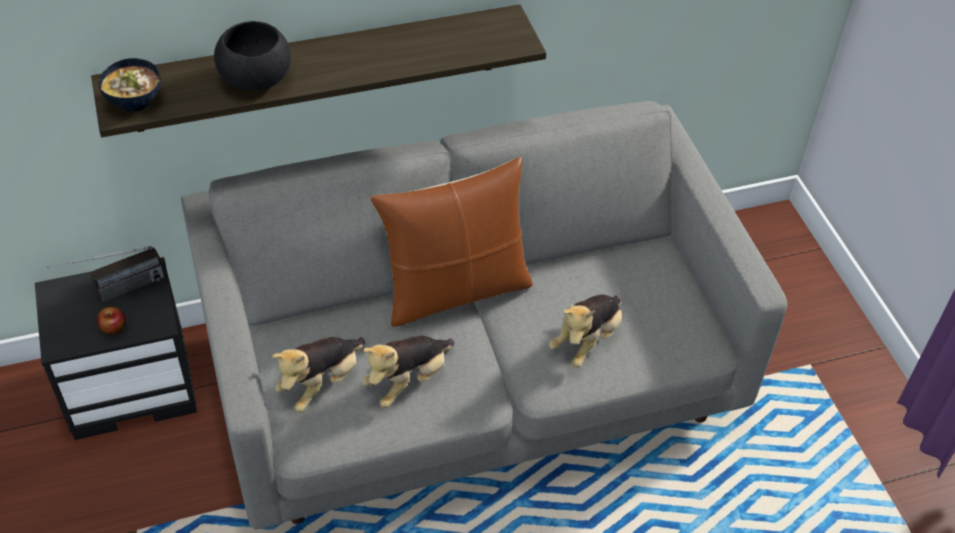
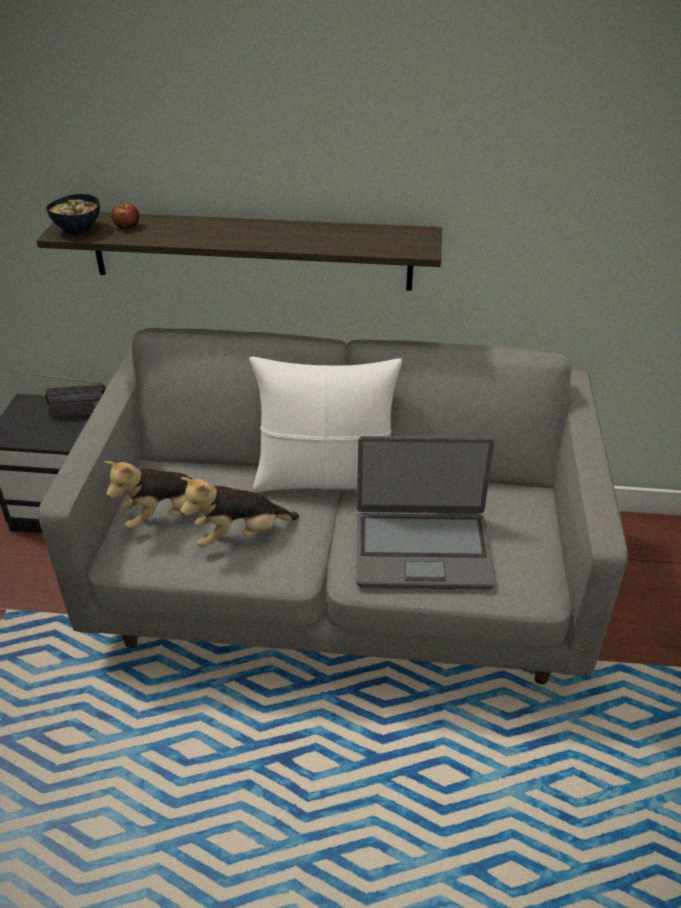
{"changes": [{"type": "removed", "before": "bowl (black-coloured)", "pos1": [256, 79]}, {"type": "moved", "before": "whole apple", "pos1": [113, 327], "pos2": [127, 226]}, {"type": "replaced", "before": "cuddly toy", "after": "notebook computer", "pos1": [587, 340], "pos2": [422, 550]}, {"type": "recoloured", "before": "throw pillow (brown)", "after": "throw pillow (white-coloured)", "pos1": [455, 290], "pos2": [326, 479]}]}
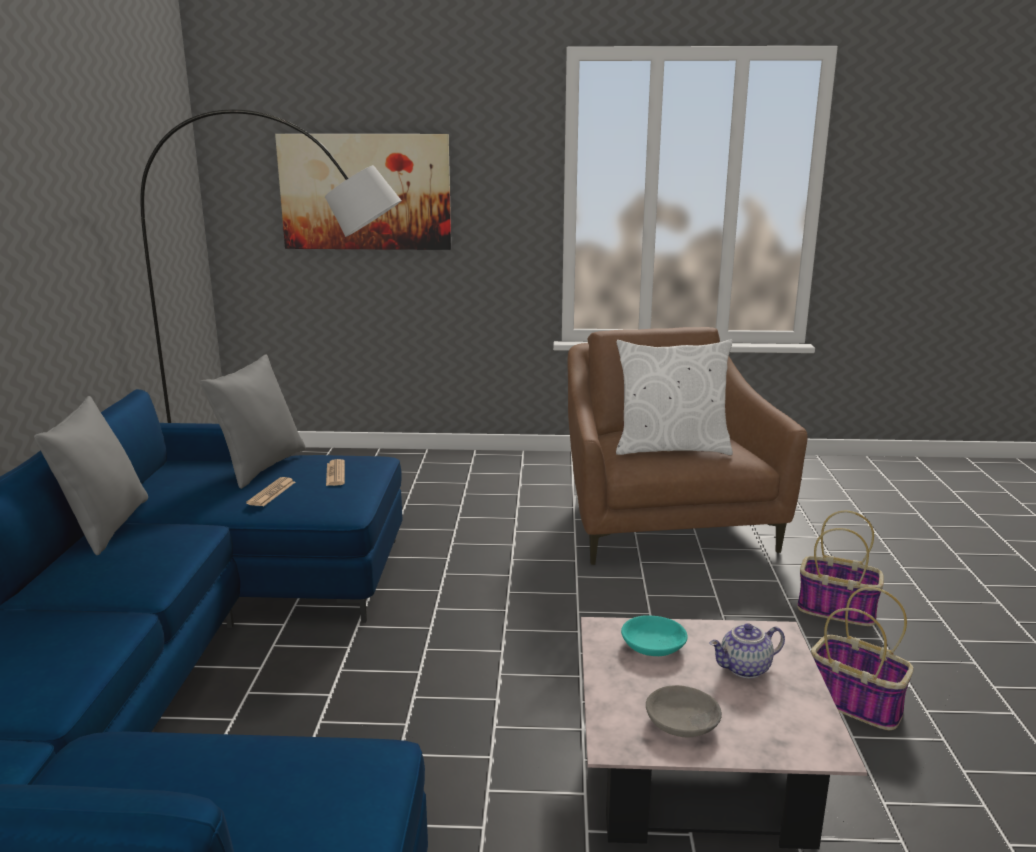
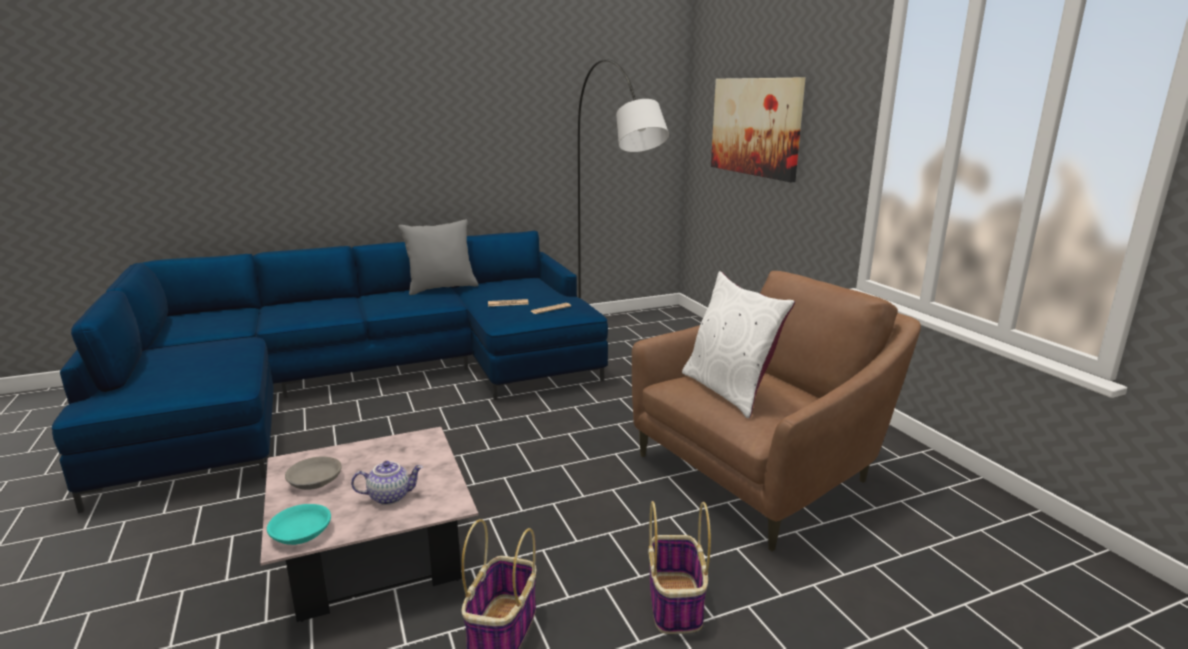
{"changes": [{"type": "removed", "before": "throw pillow (gray)", "pos1": [261, 466]}, {"type": "moved", "before": "bowl (turquoise-coloured)", "pos1": [654, 645], "pos2": [300, 533]}, {"type": "turned", "before": "tea pot", "pos1": [745, 669], "pos2": [390, 496], "turn": 120}]}
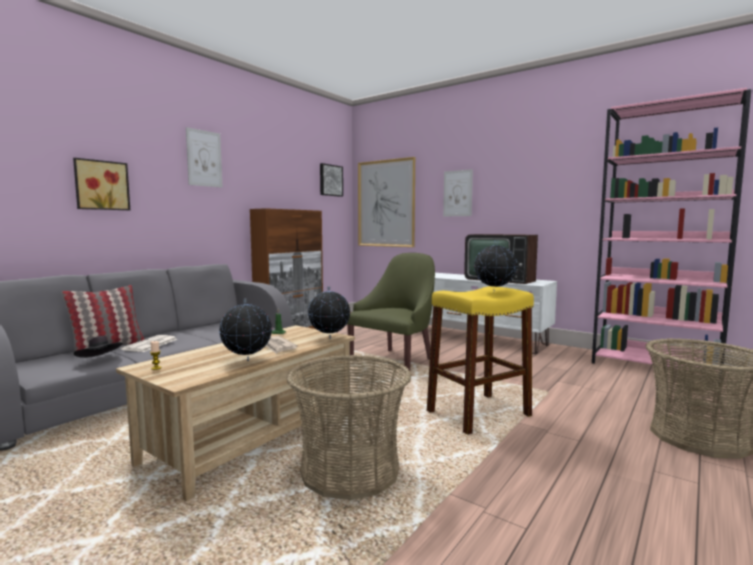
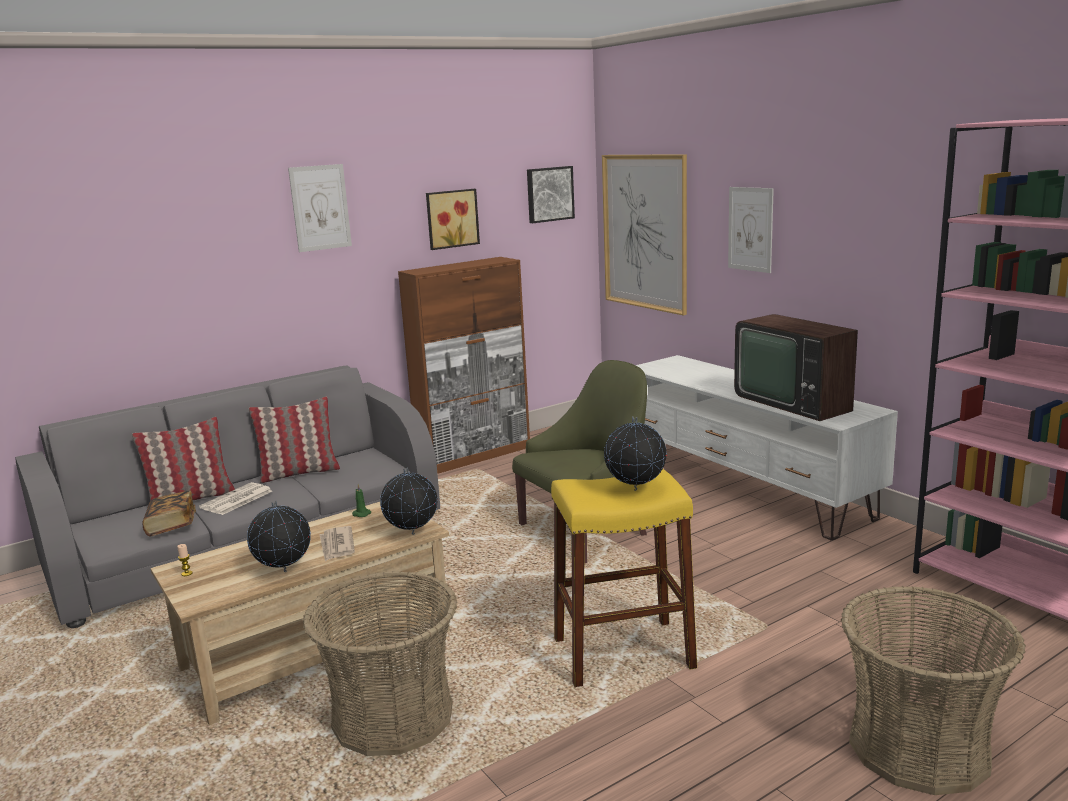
{"changes": [{"type": "added", "after": "throw pillow", "pos2": [299, 473]}, {"type": "moved", "before": "wall picture", "pos1": [101, 185], "pos2": [451, 218]}, {"type": "replaced", "before": "hat (black-coloured)", "after": "bound book", "pos1": [100, 360], "pos2": [171, 525]}]}
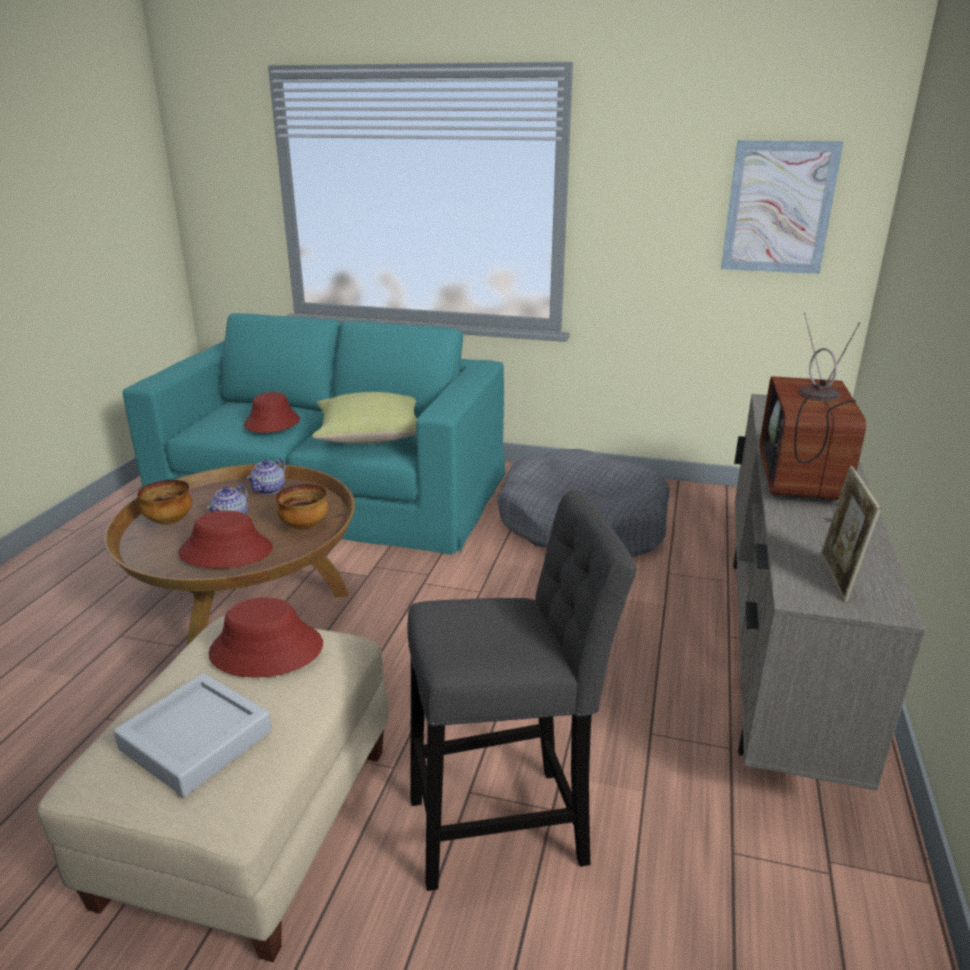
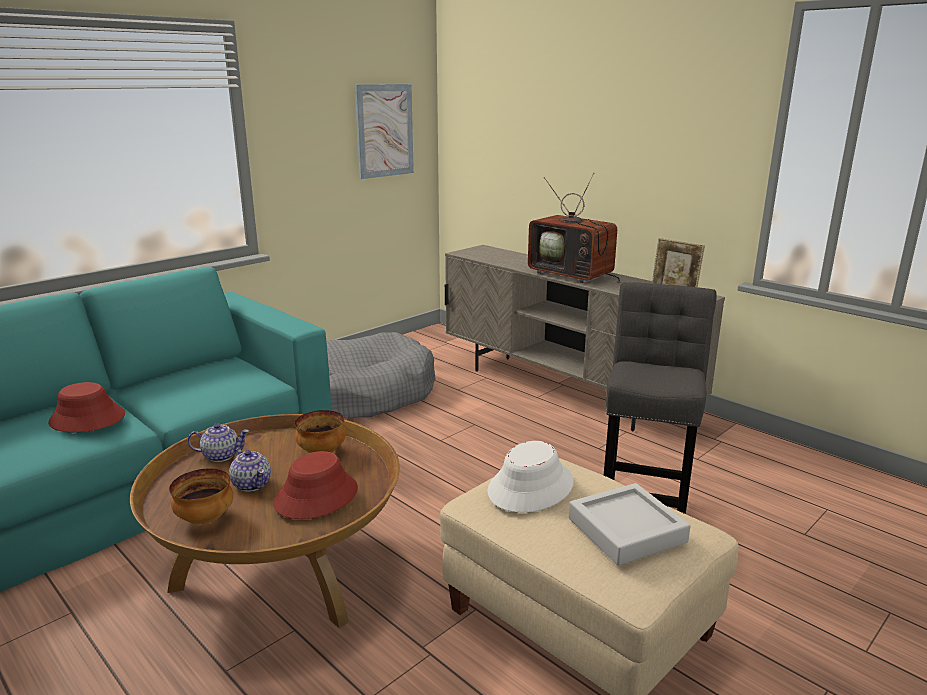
{"changes": [{"type": "removed", "before": "throw pillow (yellow)", "pos1": [371, 436]}, {"type": "recoloured", "before": "hat (reddish)", "after": "hat (white-coloured)", "pos1": [266, 650], "pos2": [531, 487]}, {"type": "turned", "before": "tea pot", "pos1": [269, 489], "pos2": [220, 455], "turn": -60}]}
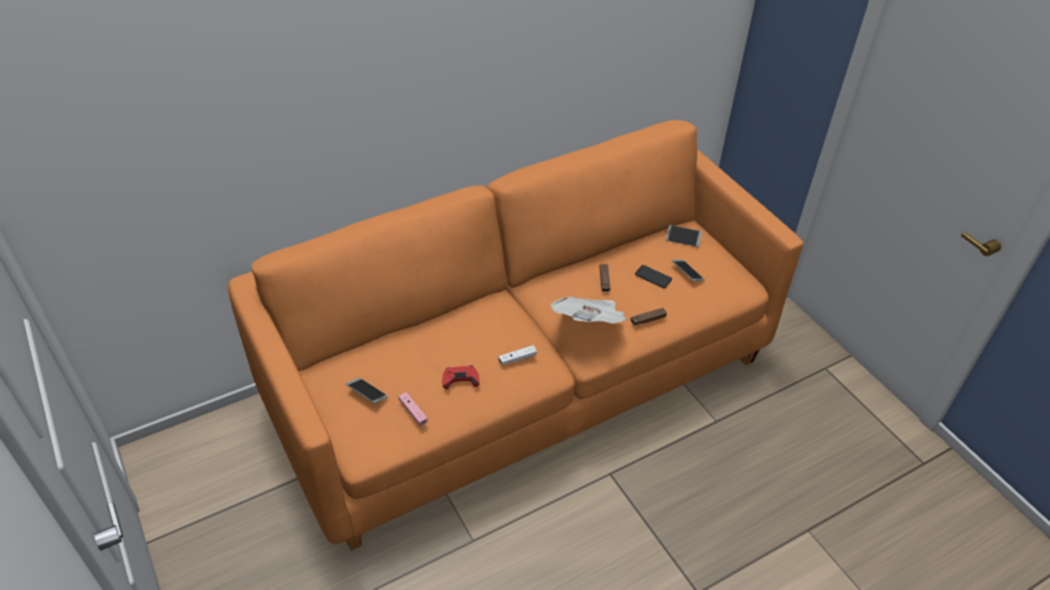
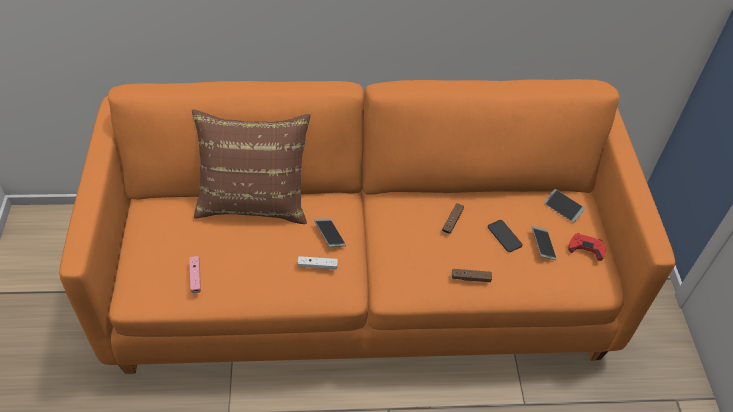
{"changes": [{"type": "removed", "before": "newspaper", "pos1": [589, 323]}, {"type": "added", "after": "throw pillow (brown)", "pos2": [254, 199]}, {"type": "moved", "before": "handset", "pos1": [367, 393], "pos2": [329, 235]}, {"type": "moved", "before": "game controller (reddish)", "pos1": [460, 379], "pos2": [586, 248]}]}
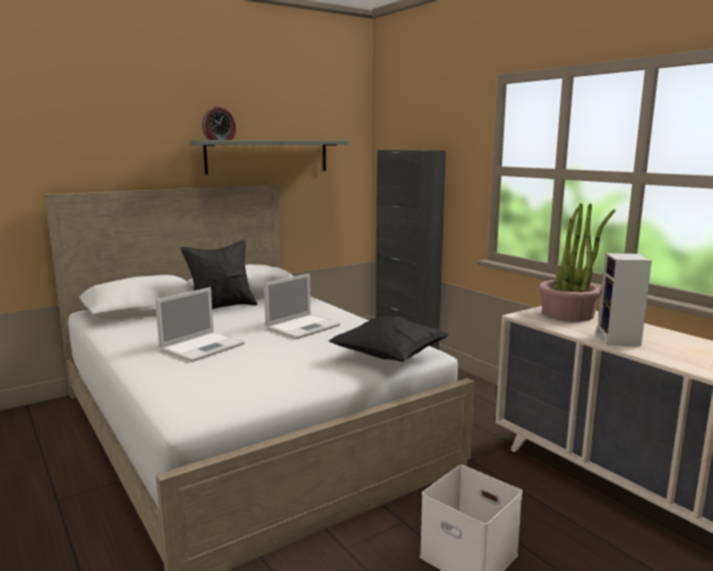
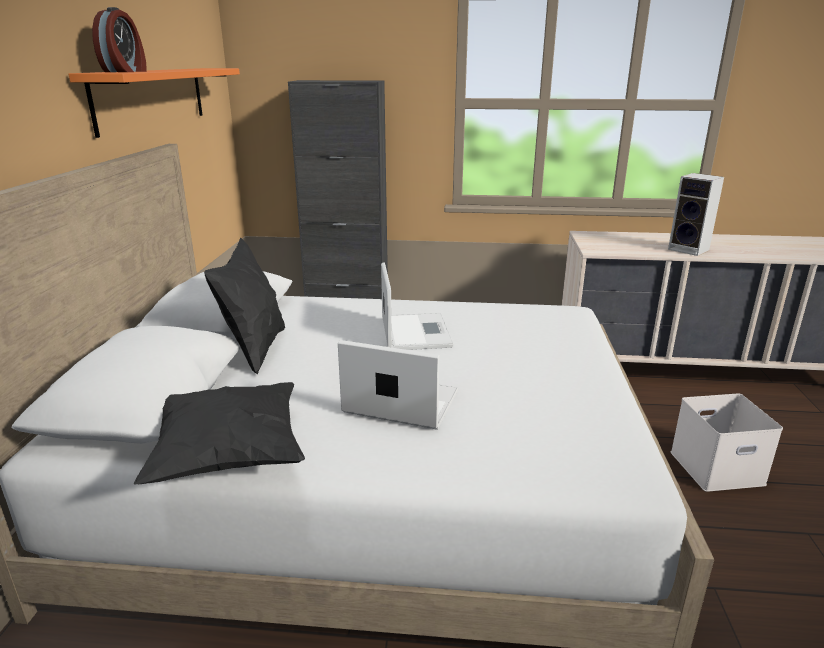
{"changes": [{"type": "removed", "before": "plant in a pot", "pos1": [568, 314]}, {"type": "moved", "before": "throw pillow (black-coloured)", "pos1": [389, 357], "pos2": [228, 456]}, {"type": "recoloured", "before": "wall shelf (gray)", "after": "wall shelf (orange)", "pos1": [268, 156], "pos2": [152, 98]}, {"type": "turned", "before": "notebook computer", "pos1": [203, 347], "pos2": [399, 402], "turn": -60}]}
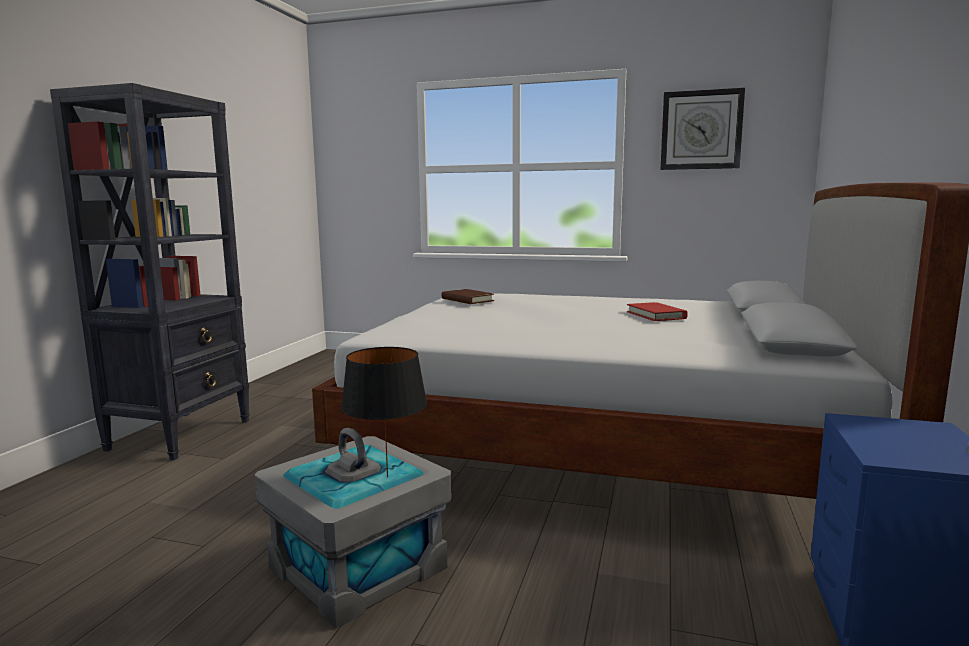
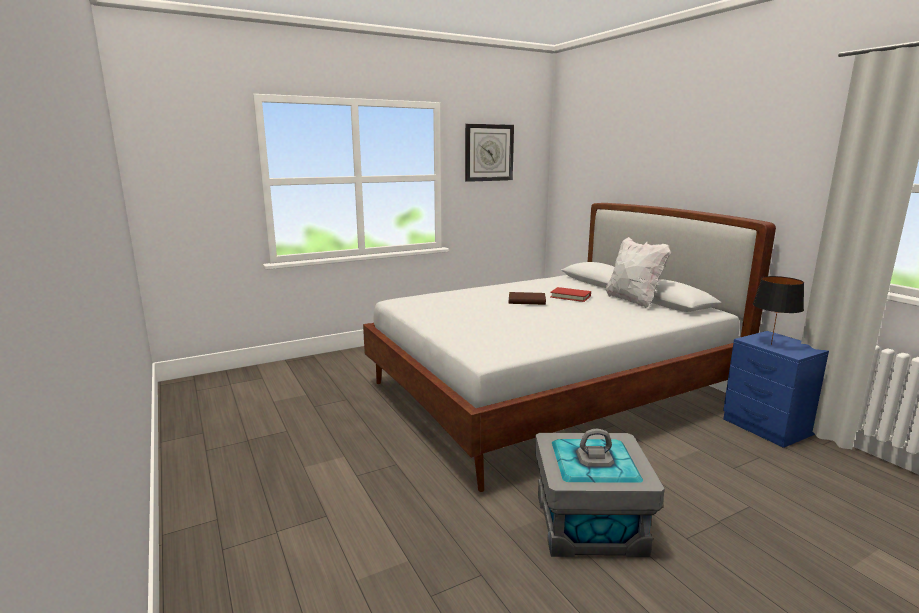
{"changes": [{"type": "removed", "before": "bookcase (black-coloured)", "pos1": [182, 434]}, {"type": "added", "after": "throw pillow (white-coloured)", "pos2": [633, 301]}, {"type": "moved", "before": "lamp for a table (black-coloured)", "pos1": [388, 476], "pos2": [771, 344]}, {"type": "moved", "before": "bound book (brown)", "pos1": [467, 300], "pos2": [526, 301]}]}
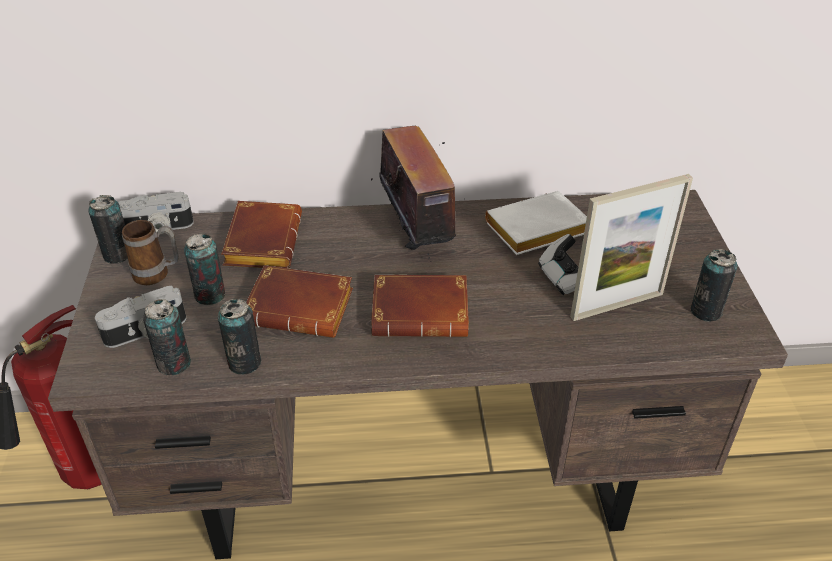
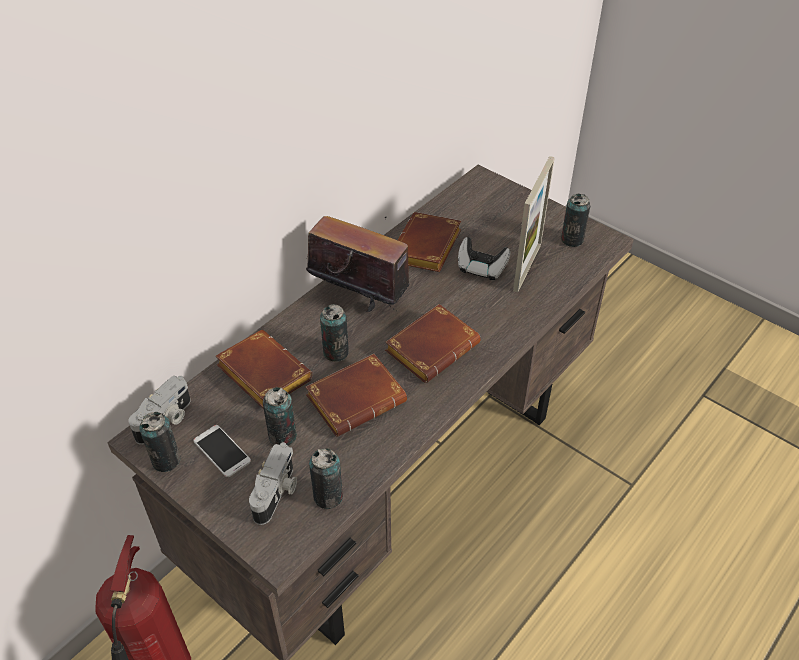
{"changes": [{"type": "moved", "before": "can", "pos1": [244, 362], "pos2": [335, 352]}, {"type": "replaced", "before": "coffee mug", "after": "handset", "pos1": [158, 275], "pos2": [222, 451]}, {"type": "recoloured", "before": "bound book (white-coloured)", "after": "bound book (brown)", "pos1": [535, 232], "pos2": [427, 249]}]}
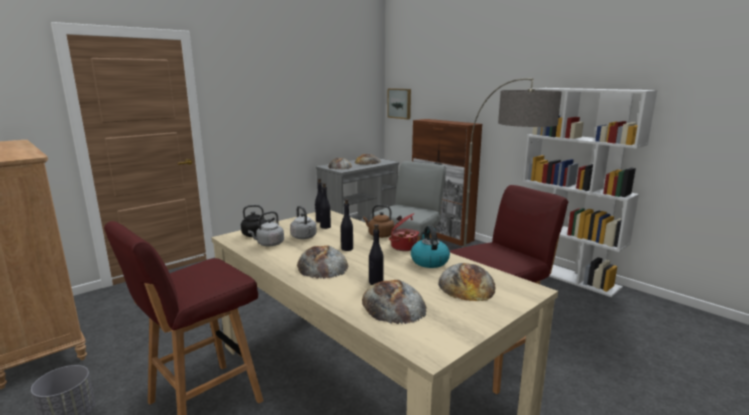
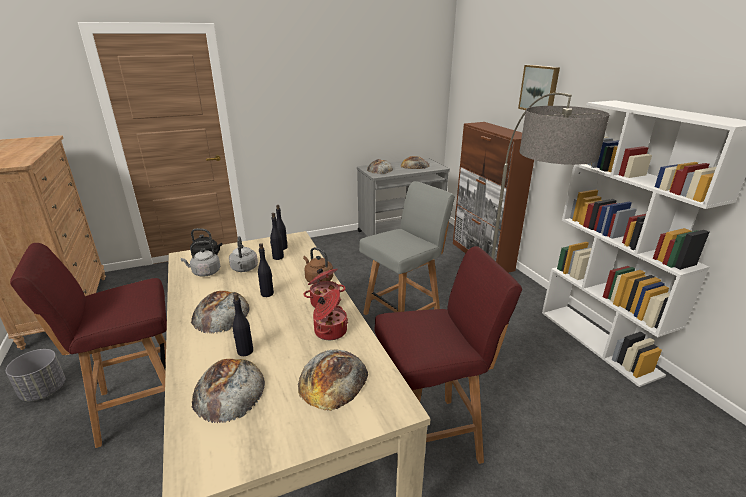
{"changes": [{"type": "moved", "before": "wall picture", "pos1": [400, 103], "pos2": [539, 89]}, {"type": "replaced", "before": "kettle", "after": "stockpot", "pos1": [429, 261], "pos2": [329, 331]}]}
